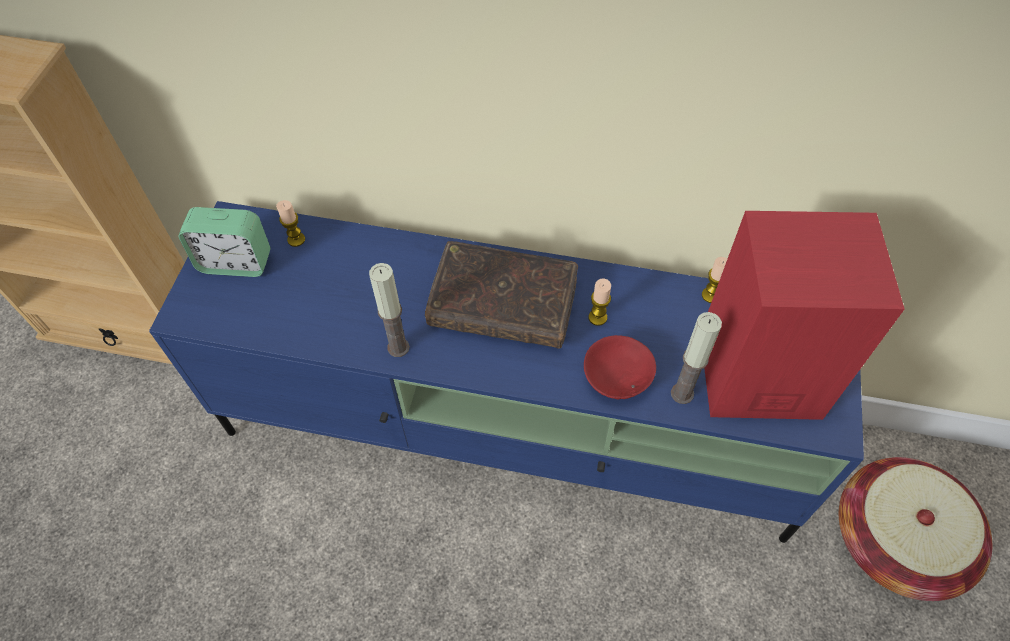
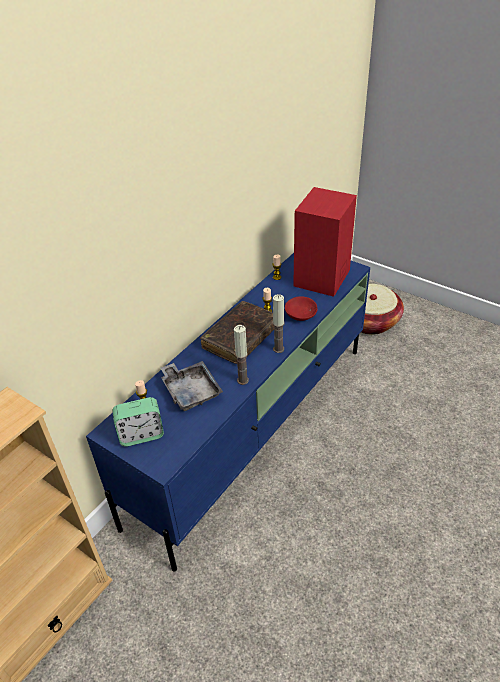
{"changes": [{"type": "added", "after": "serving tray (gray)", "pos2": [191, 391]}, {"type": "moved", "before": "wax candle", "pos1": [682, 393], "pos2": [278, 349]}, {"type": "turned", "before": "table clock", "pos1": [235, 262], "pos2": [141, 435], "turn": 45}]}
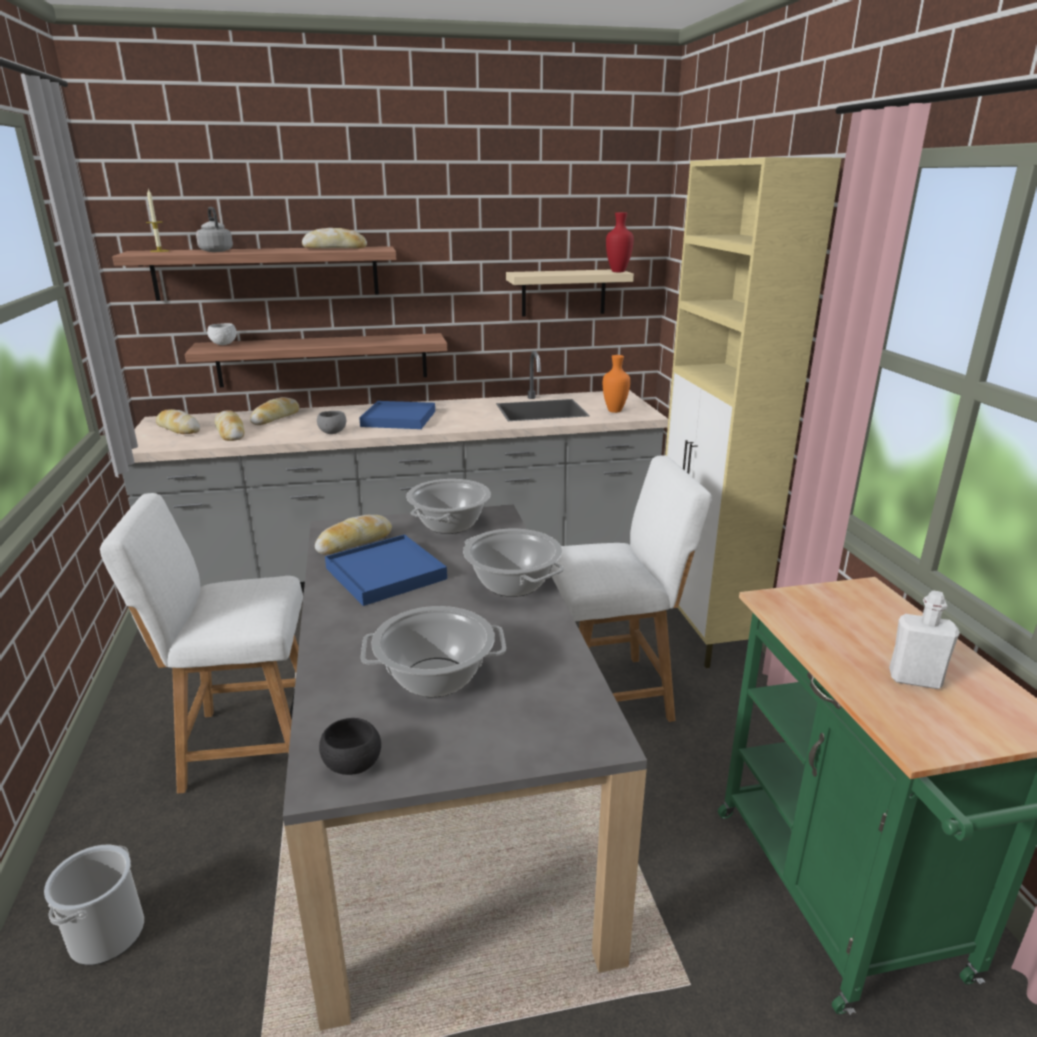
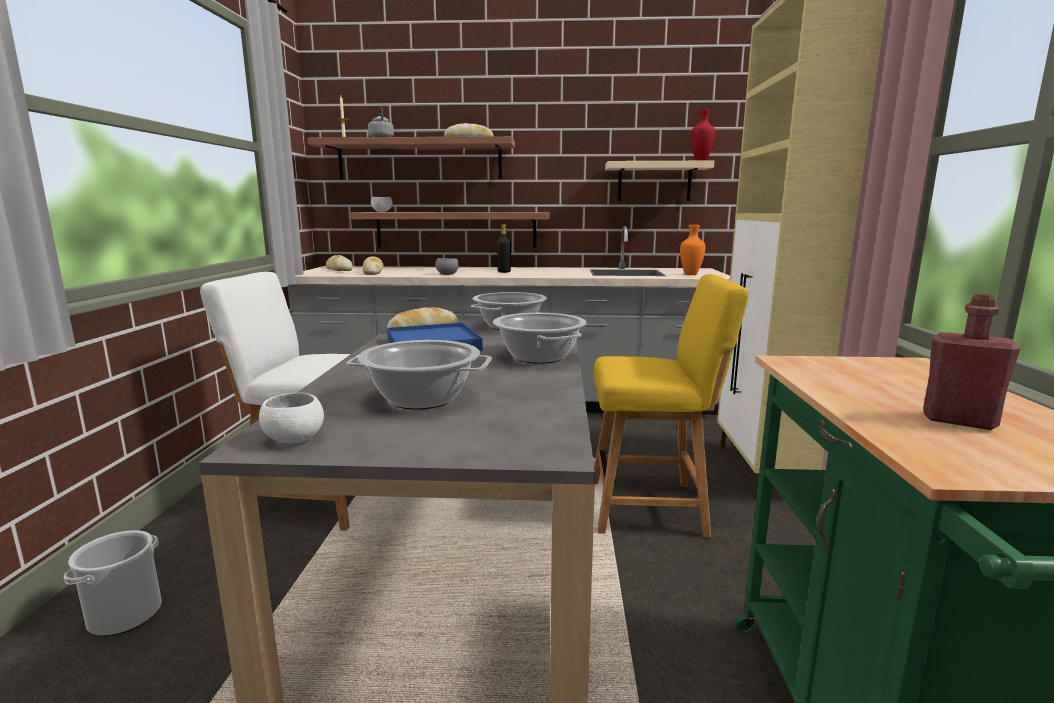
{"changes": [{"type": "removed", "before": "bakery bread", "pos1": [275, 417]}, {"type": "replaced", "before": "serving tray (bluish)", "after": "beverage bottle (black-coloured)", "pos1": [398, 419], "pos2": [504, 272]}, {"type": "recoloured", "before": "bowl (black-coloured)", "after": "bowl (white-coloured)", "pos1": [353, 765], "pos2": [294, 439]}, {"type": "recoloured", "before": "upright chair (white-coloured)", "after": "upright chair (yellow)", "pos1": [613, 693], "pos2": [653, 507]}, {"type": "recoloured", "before": "beverage bottle (white-coloured)", "after": "beverage bottle (reddish)", "pos1": [914, 679], "pos2": [958, 420]}]}
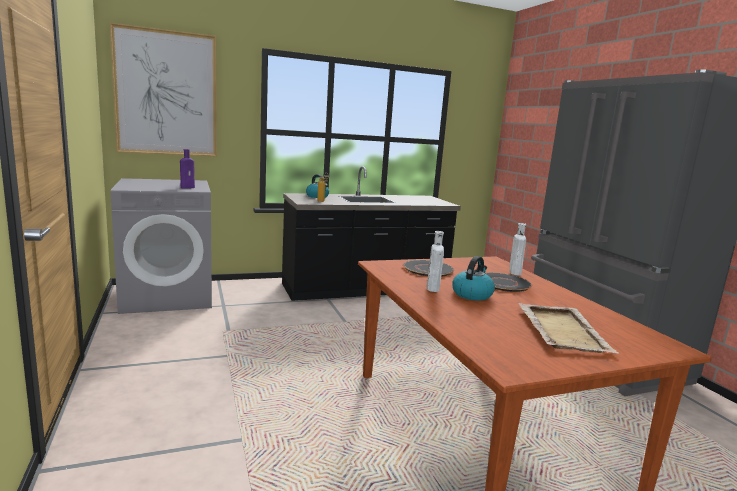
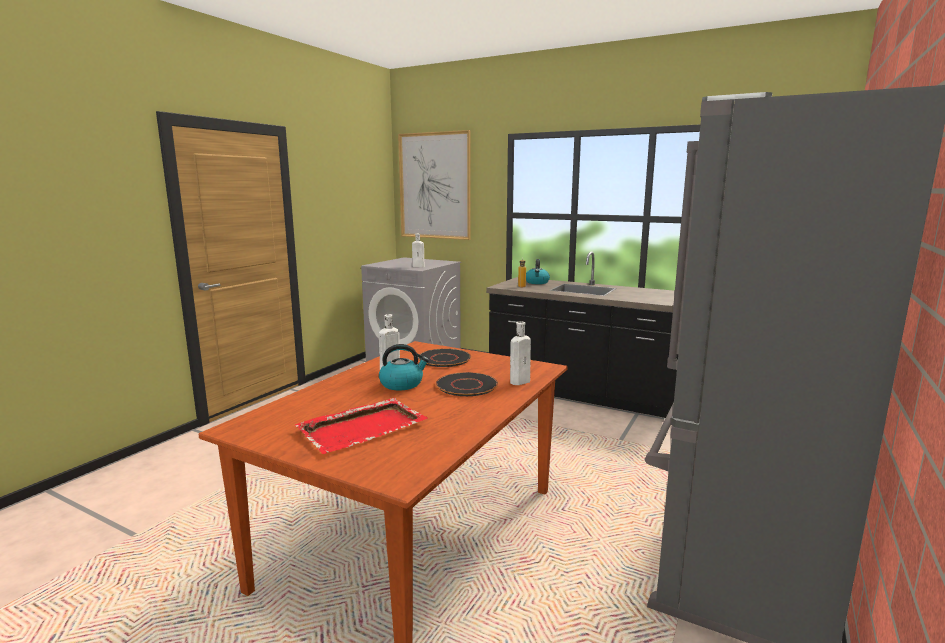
{"changes": [{"type": "recoloured", "before": "beverage bottle (purple-coloured)", "after": "beverage bottle (white-coloured)", "pos1": [188, 187], "pos2": [419, 266]}, {"type": "recoloured", "before": "serving tray (beige)", "after": "serving tray (reddish)", "pos1": [562, 330], "pos2": [363, 427]}]}
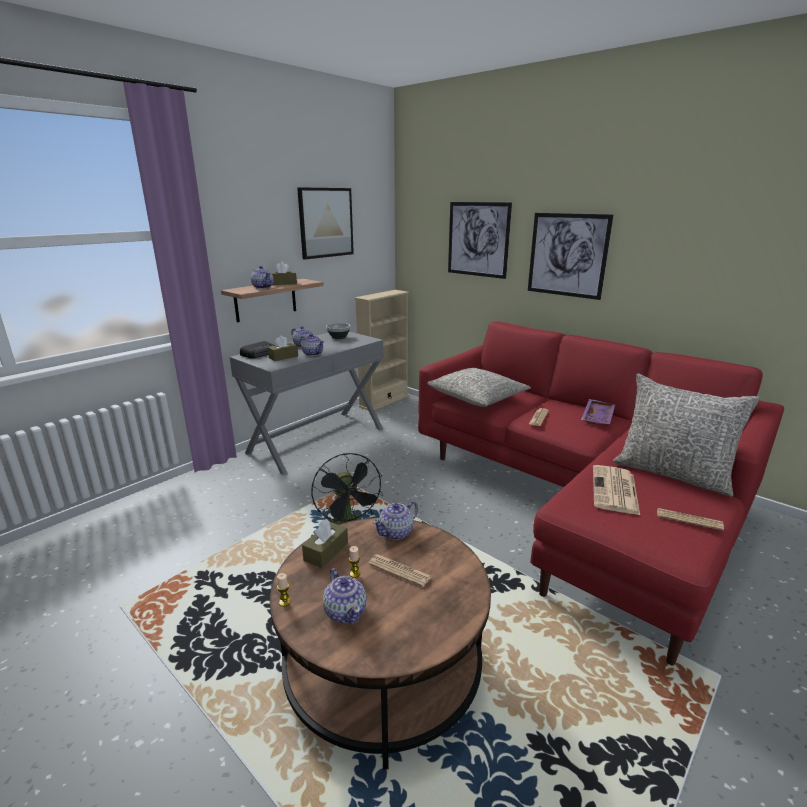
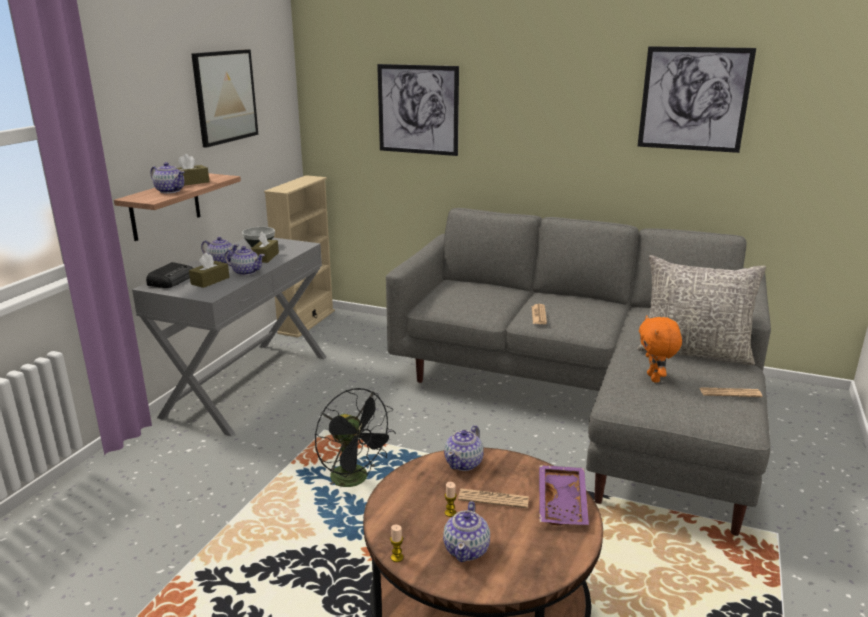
{"changes": [{"type": "removed", "before": "throw pillow (gray)", "pos1": [477, 397]}, {"type": "moved", "before": "box of tissues (brown)", "pos1": [326, 552], "pos2": [265, 257]}, {"type": "moved", "before": "wall picture", "pos1": [567, 255], "pos2": [694, 99]}, {"type": "moved", "before": "serving tray (purple-coloured)", "pos1": [598, 417], "pos2": [563, 503]}, {"type": "replaced", "before": "newspaper", "after": "cuddly toy (orange)", "pos1": [615, 491], "pos2": [654, 378]}, {"type": "recoloured", "before": "couch (reddish)", "after": "couch (gray)", "pos1": [578, 499], "pos2": [586, 399]}, {"type": "turned", "before": "tea pot", "pos1": [345, 611], "pos2": [467, 549], "turn": 60}]}
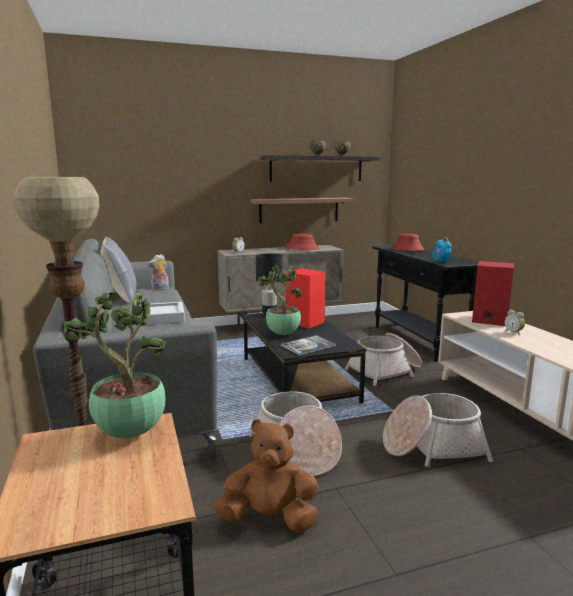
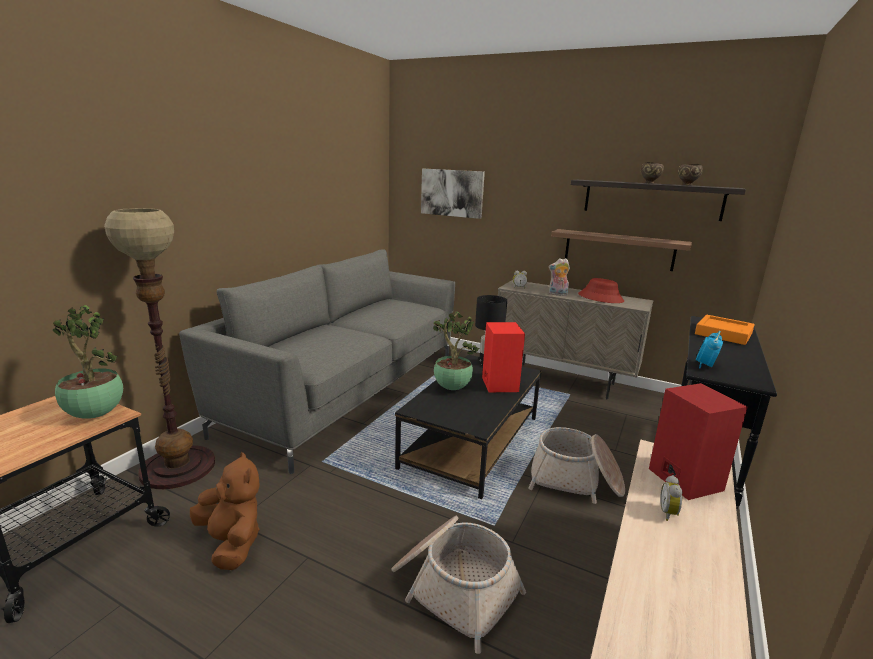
{"changes": [{"type": "removed", "before": "throw pillow (gray)", "pos1": [121, 297]}, {"type": "removed", "before": "serving tray (gray)", "pos1": [162, 318]}, {"type": "removed", "before": "household basket", "pos1": [296, 450]}, {"type": "removed", "before": "bound book", "pos1": [308, 346]}, {"type": "added", "after": "wall picture", "pos2": [452, 193]}, {"type": "moved", "before": "cuddly toy", "pos1": [160, 289], "pos2": [557, 294]}, {"type": "replaced", "before": "hat (reddish)", "after": "serving tray (orange)", "pos1": [407, 249], "pos2": [723, 334]}]}
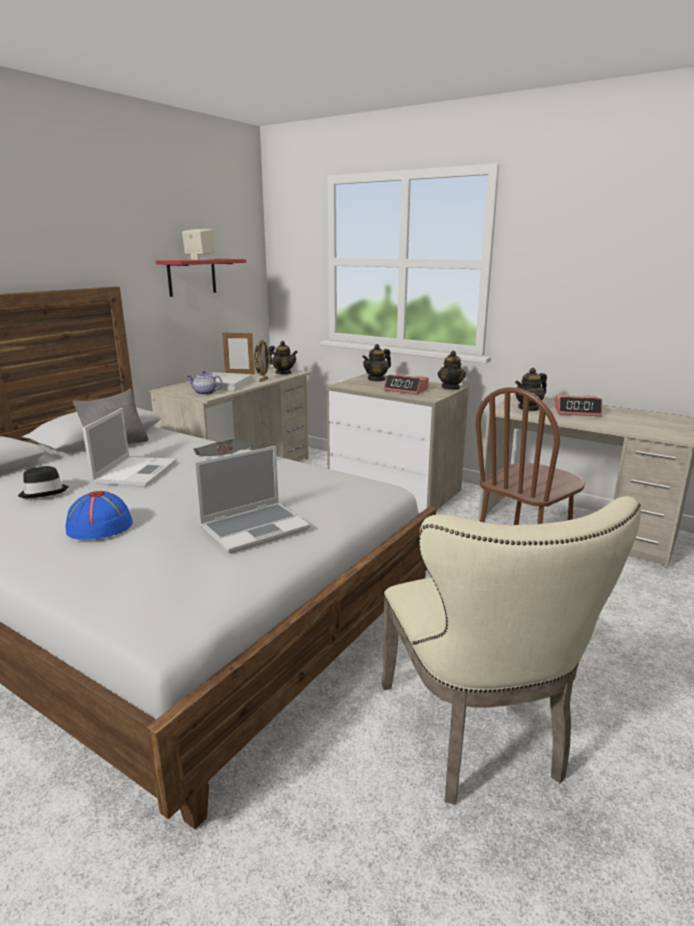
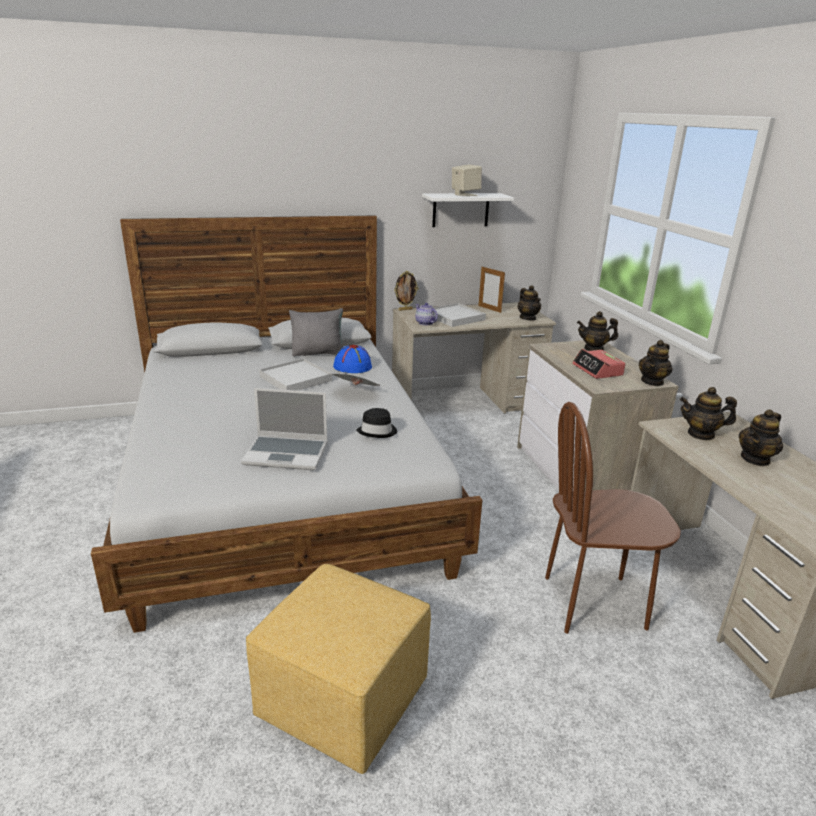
{"changes": [{"type": "moved", "before": "hat (black-coloured)", "pos1": [44, 492], "pos2": [377, 431]}, {"type": "moved", "before": "hat (bluish)", "pos1": [99, 527], "pos2": [352, 366]}, {"type": "moved", "before": "standing frame", "pos1": [263, 380], "pos2": [405, 309]}, {"type": "replaced", "before": "notebook computer", "after": "serving tray (white-coloured)", "pos1": [136, 471], "pos2": [295, 378]}, {"type": "replaced", "before": "upright chair (beige)", "after": "ottoman (yellow)", "pos1": [478, 737], "pos2": [341, 702]}, {"type": "replaced", "before": "table clock", "after": "tea pot", "pos1": [577, 411], "pos2": [755, 459]}, {"type": "recoloured", "before": "wall shelf (reddish)", "after": "wall shelf (white-coloured)", "pos1": [192, 277], "pos2": [460, 210]}]}
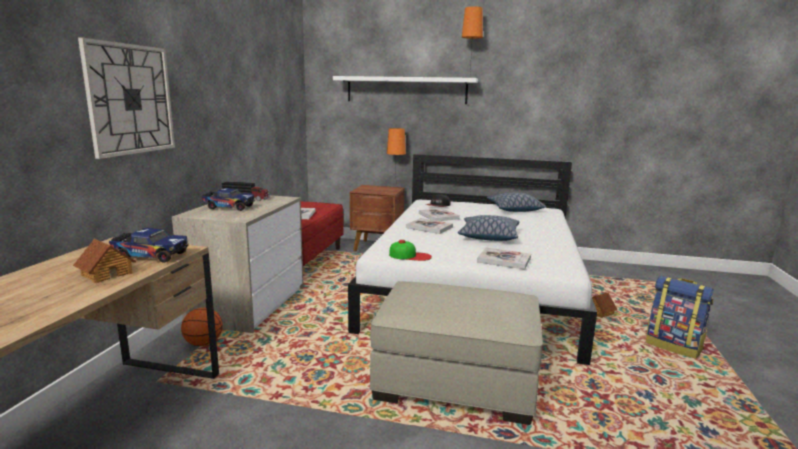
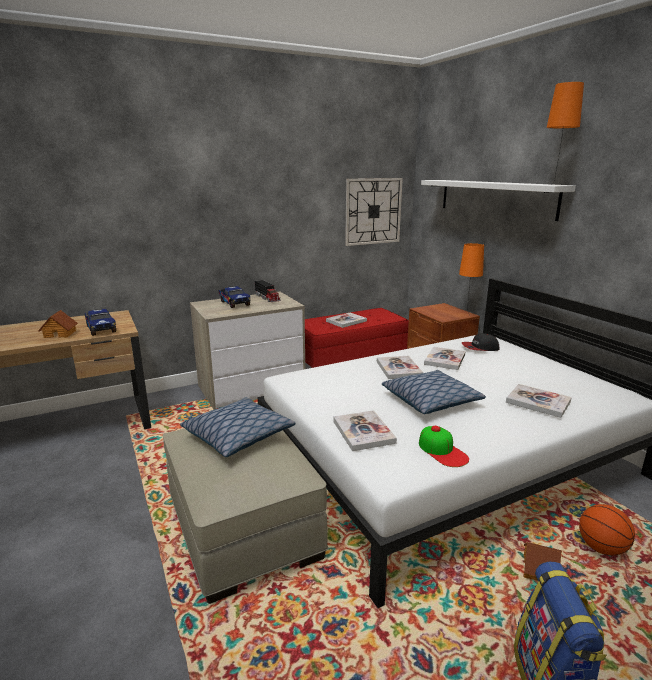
{"changes": [{"type": "added", "after": "bound book", "pos2": [538, 402]}, {"type": "moved", "before": "hanging clock", "pos1": [130, 99], "pos2": [373, 211]}, {"type": "moved", "before": "basketball", "pos1": [203, 344], "pos2": [601, 548]}, {"type": "moved", "before": "baseball cap", "pos1": [410, 256], "pos2": [442, 451]}, {"type": "moved", "before": "throw pillow", "pos1": [514, 209], "pos2": [238, 436]}]}
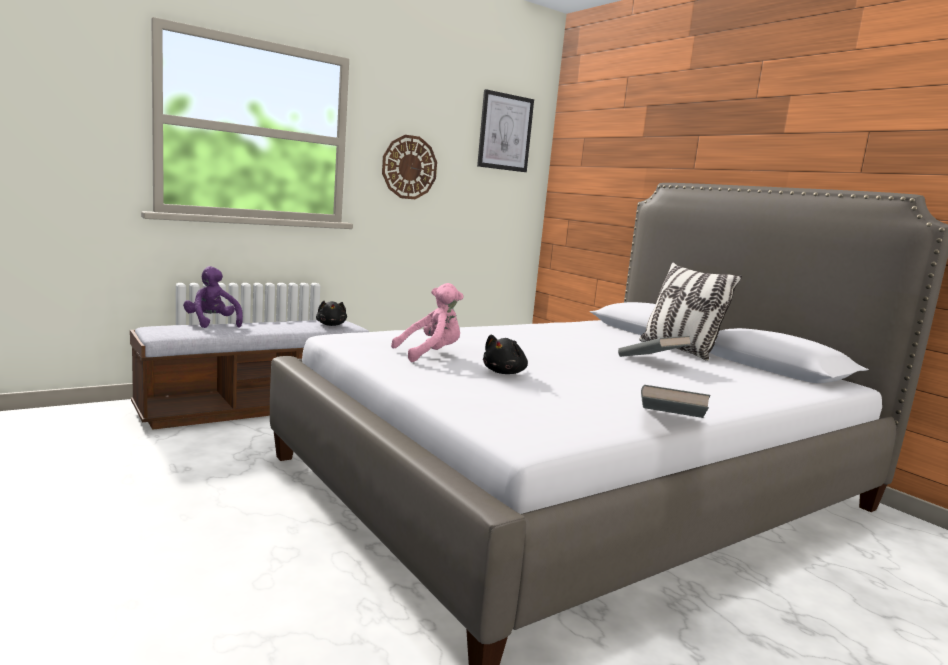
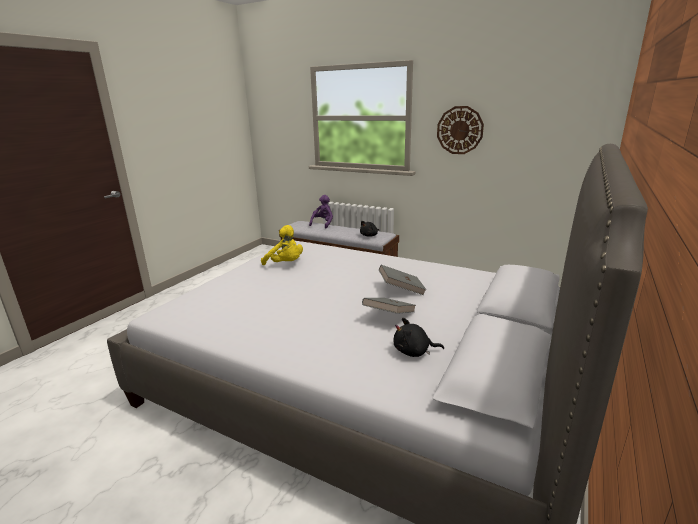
{"changes": [{"type": "removed", "before": "wall picture", "pos1": [505, 132]}, {"type": "removed", "before": "throw pillow", "pos1": [679, 350]}, {"type": "moved", "before": "cuddly toy (black-coloured)", "pos1": [505, 373], "pos2": [414, 352]}, {"type": "moved", "before": "bound book (gray)", "pos1": [670, 422], "pos2": [401, 289]}, {"type": "recoloured", "before": "cuddly toy (pink-coloured)", "after": "cuddly toy (yellow)", "pos1": [430, 354], "pos2": [285, 264]}]}
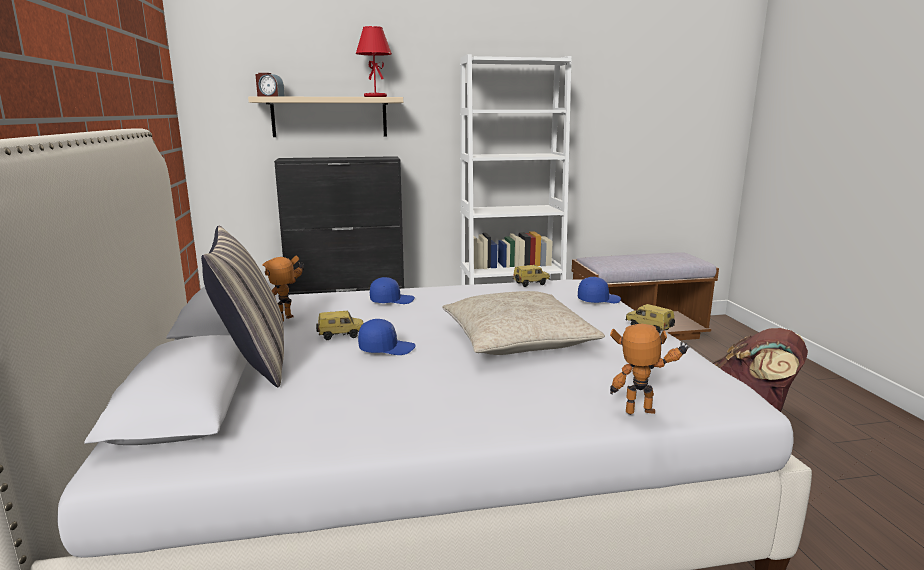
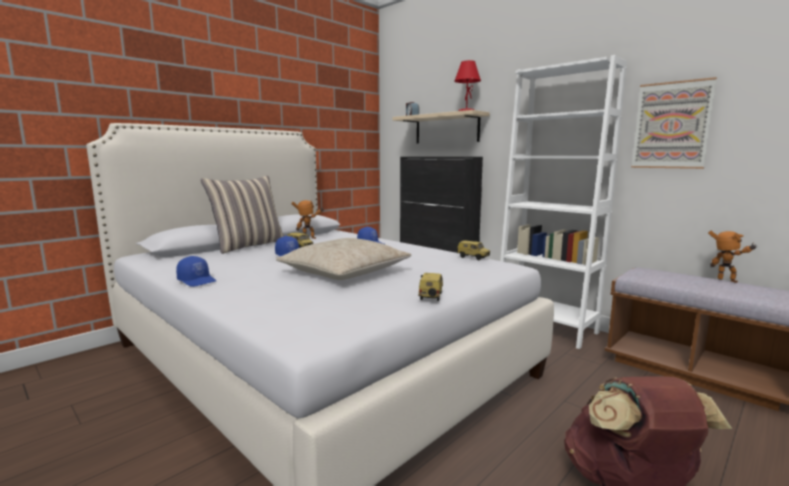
{"changes": [{"type": "added", "after": "wall picture", "pos2": [671, 125]}, {"type": "moved", "before": "baseball cap (bluish)", "pos1": [598, 300], "pos2": [197, 281]}, {"type": "moved", "before": "toy robot", "pos1": [642, 415], "pos2": [726, 281]}]}
